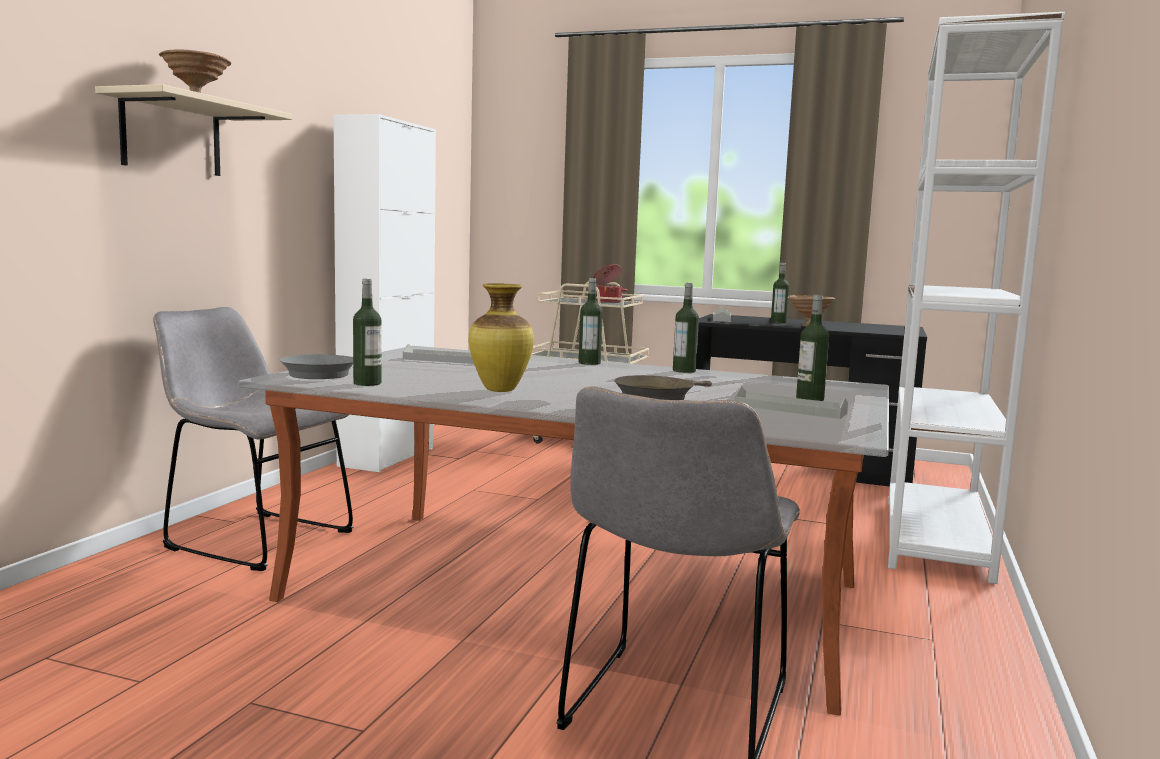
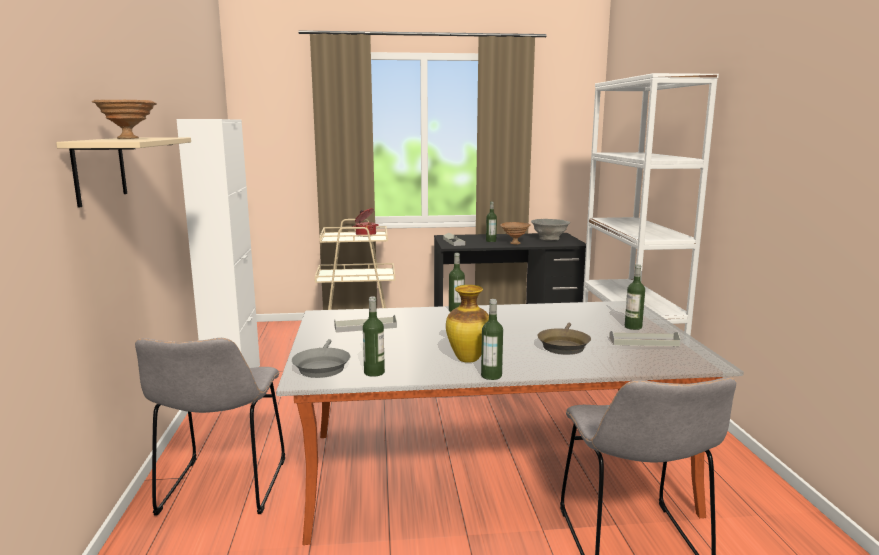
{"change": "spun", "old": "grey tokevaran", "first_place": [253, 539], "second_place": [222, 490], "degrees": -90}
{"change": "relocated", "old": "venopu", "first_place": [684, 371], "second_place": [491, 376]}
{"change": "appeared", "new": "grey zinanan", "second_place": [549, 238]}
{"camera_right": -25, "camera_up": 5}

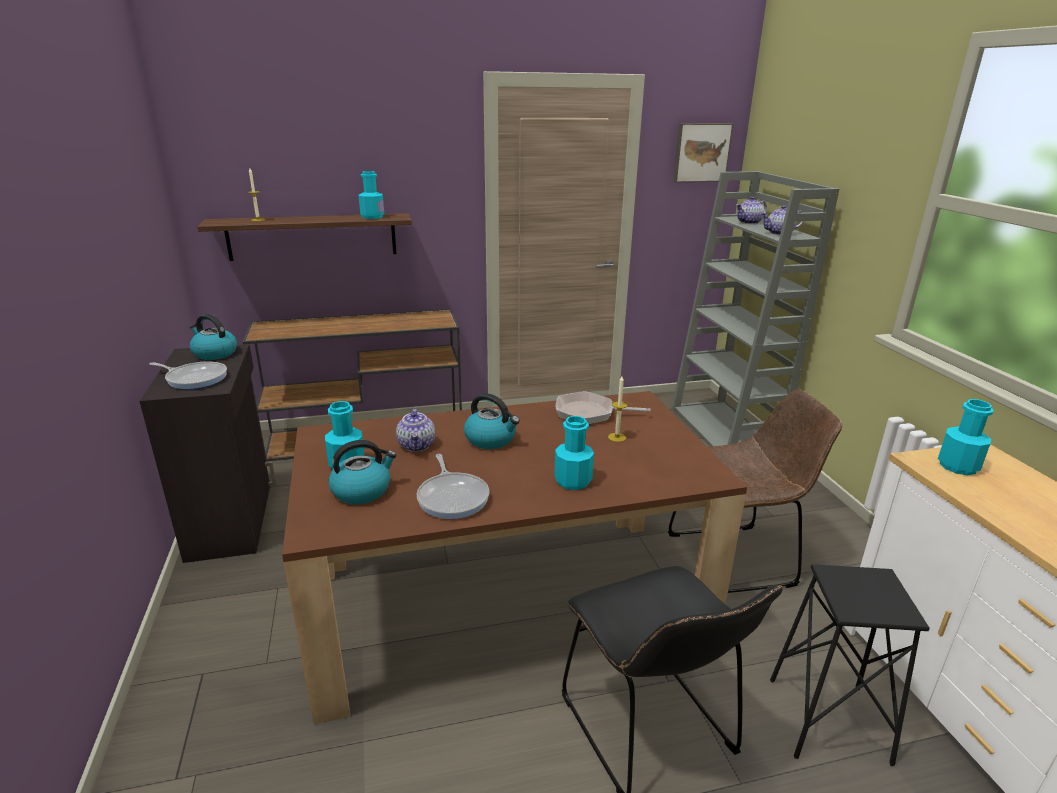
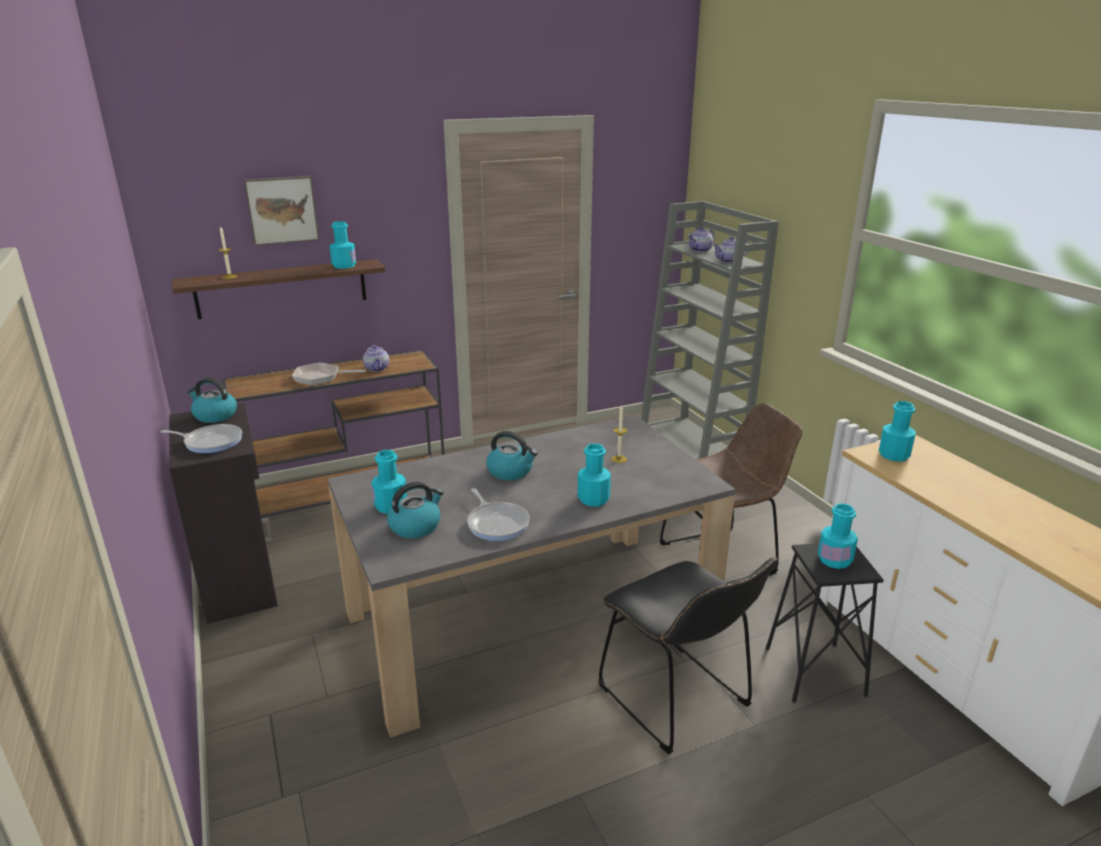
{"change": "colour", "old": "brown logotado", "new": "grey logotado", "first_place": [506, 602], "second_place": [530, 618]}
{"change": "relocated", "old": "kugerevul", "first_place": [417, 445], "second_place": [377, 368]}
{"change": "relocated", "old": "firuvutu", "first_place": [589, 413], "second_place": [320, 377]}
{"change": "relocated", "old": "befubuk", "first_place": [701, 152], "second_place": [282, 210]}
{"change": "appeared", "new": "turquoise venopu", "second_place": [834, 560]}
{"camera_right": -10, "camera_up": 0}

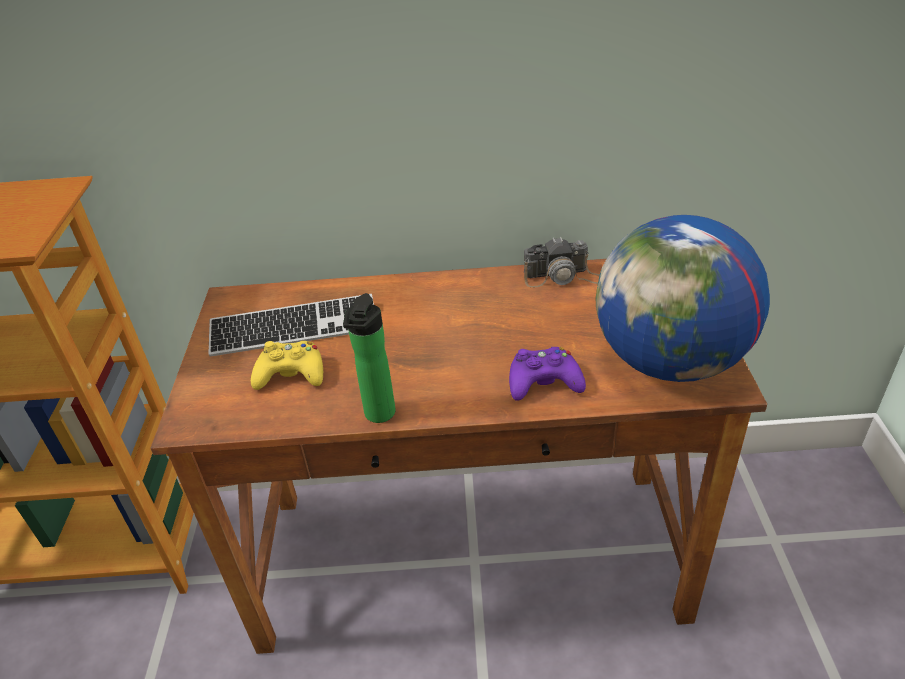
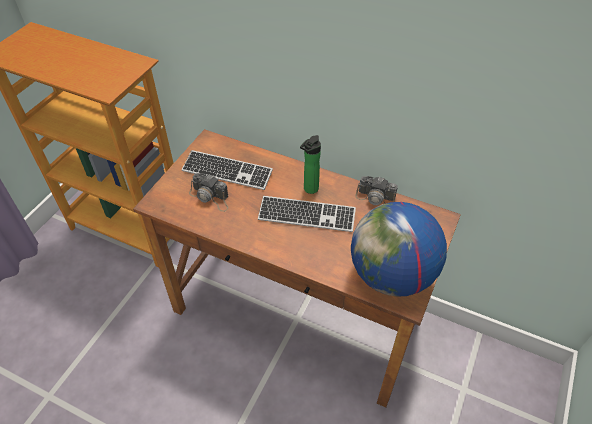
{"change": "exchanged", "old": "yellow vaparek", "new": "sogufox", "first_place": [291, 374], "second_place": [210, 197]}
{"change": "relocated", "old": "venopu", "first_place": [378, 416], "second_place": [309, 190]}
{"change": "missing", "old": "purple vaparek", "first_place": [544, 382]}
{"change": "appeared", "new": "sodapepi", "second_place": [306, 215]}
{"camera_right": 25, "camera_up": 10}

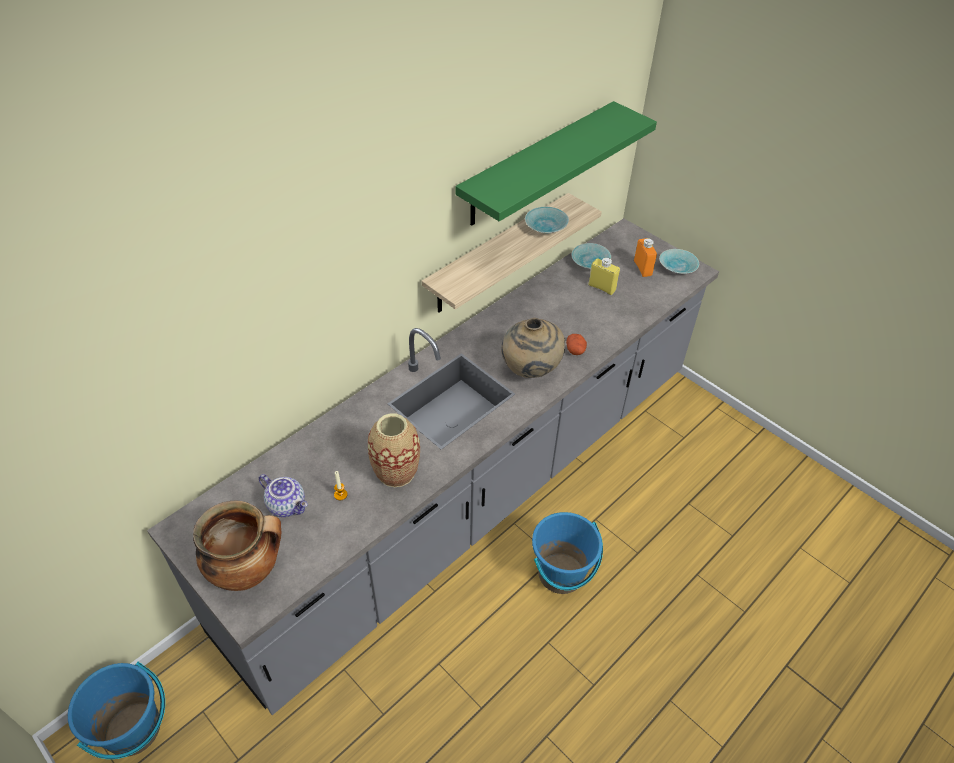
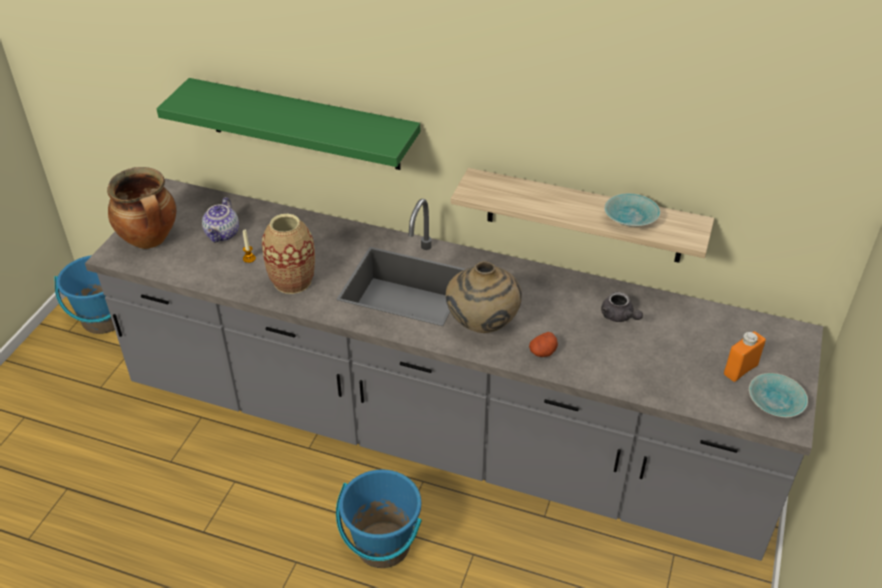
{"change": "relocated", "old": "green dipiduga", "first_place": [537, 164], "second_place": [303, 124]}
{"change": "missing", "old": "turquoise zinanan", "first_place": [591, 263]}
{"change": "missing", "old": "yellow venopu", "first_place": [602, 287]}
{"change": "appeared", "new": "grey kugerevul", "second_place": [619, 317]}
{"camera_right": 65, "camera_up": -5}

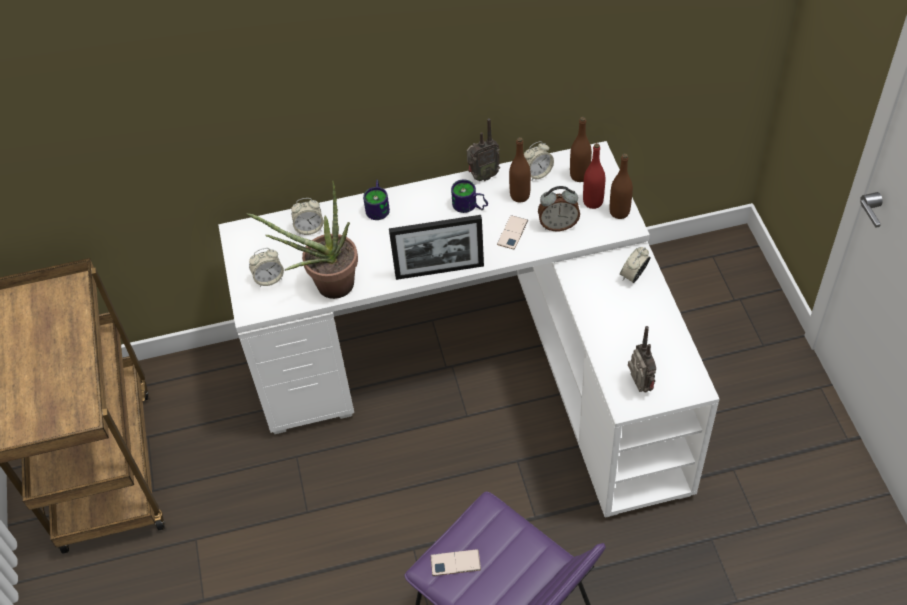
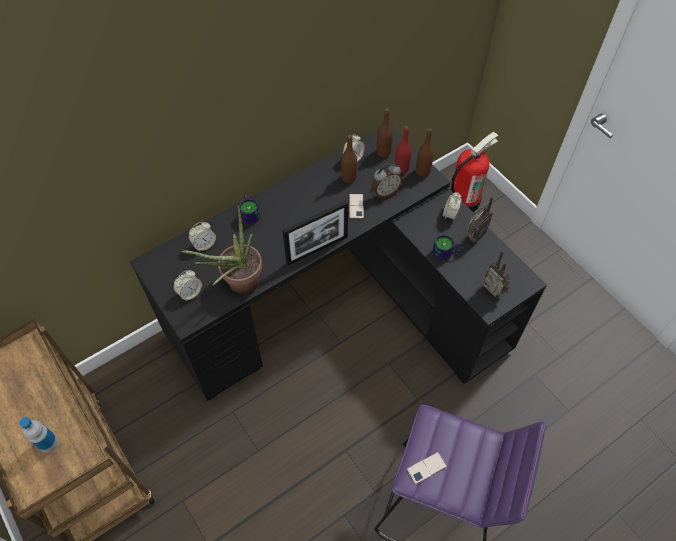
{"change": "colour", "old": "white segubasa", "new": "black segubasa", "first_place": [488, 369], "second_place": [341, 304]}
{"change": "relocated", "old": "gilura", "first_place": [469, 207], "second_place": [447, 254]}
{"change": "relocated", "old": "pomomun", "first_place": [482, 176], "second_place": [474, 237]}
{"change": "appeared", "new": "venopu", "second_place": [48, 443]}
{"change": "appeared", "new": "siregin", "second_place": [463, 200]}
{"camera_right": -25, "camera_up": 5}

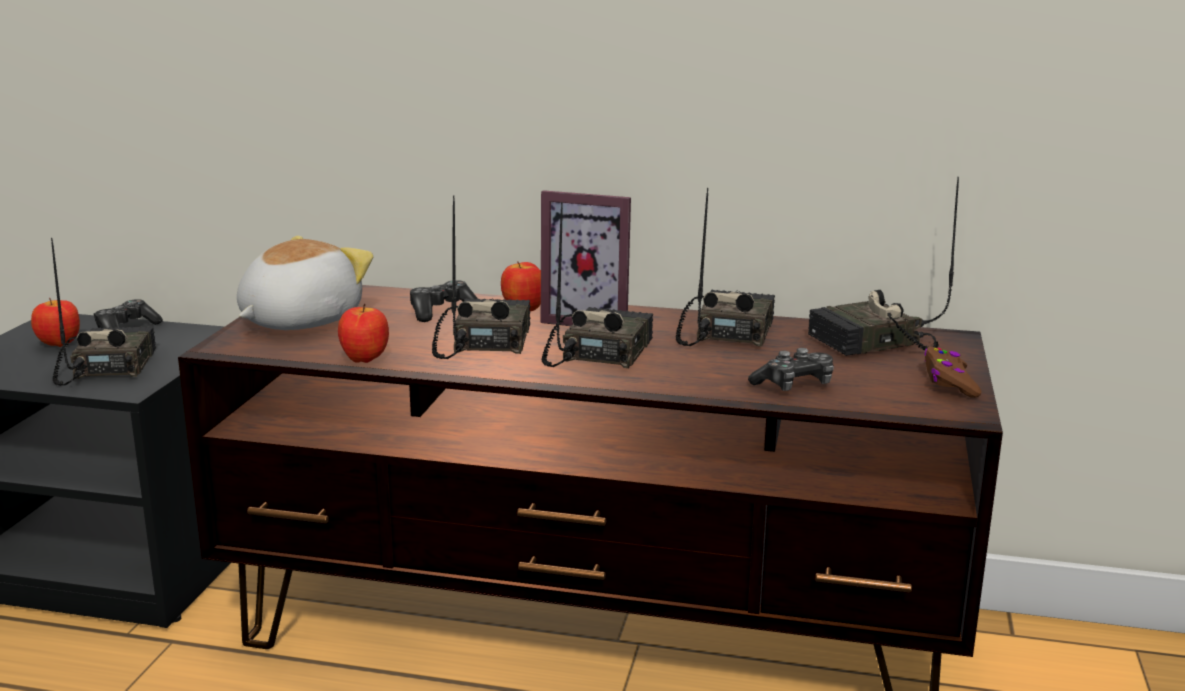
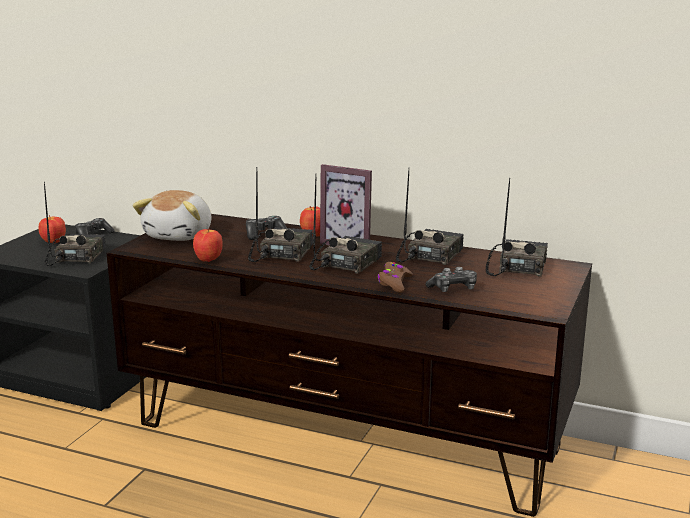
{"change": "spun", "old": "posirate", "first_place": [298, 320], "second_place": [180, 235], "degrees": 150}
{"change": "spun", "old": "pomomun", "first_place": [872, 343], "second_place": [517, 267], "degrees": 120}
{"change": "relocated", "old": "brown vaparek", "first_place": [949, 382], "second_place": [394, 283]}
{"camera_right": 10, "camera_up": 0}

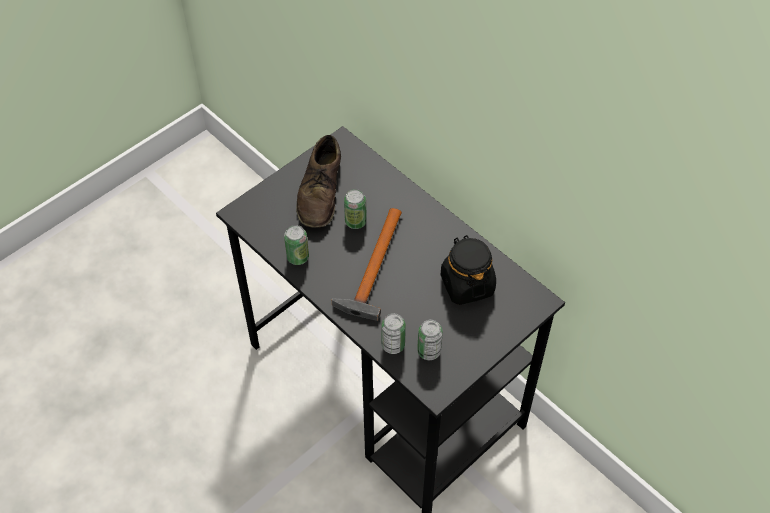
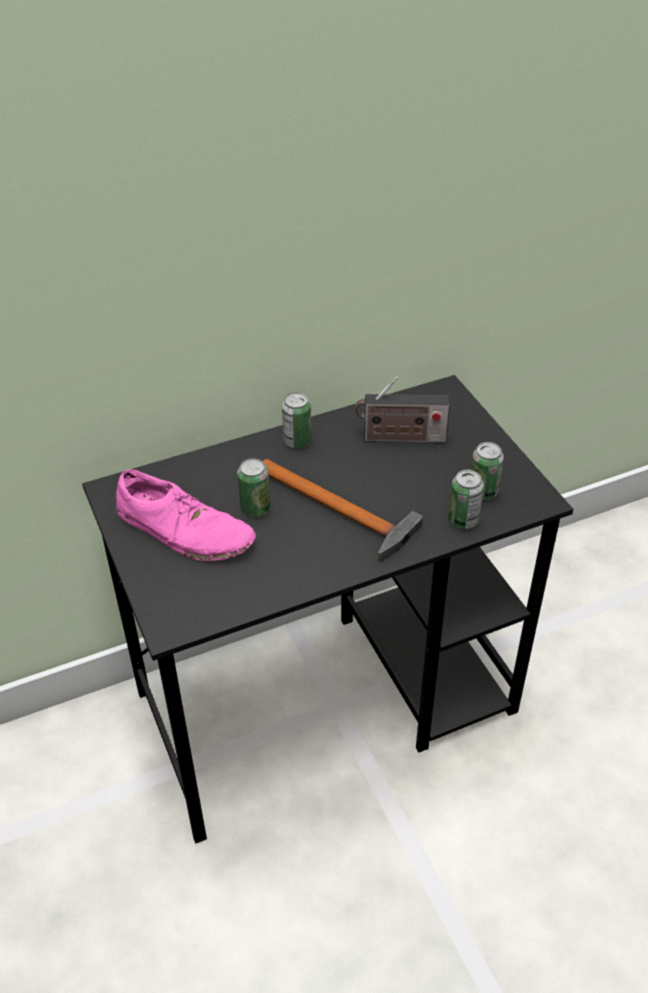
{"change": "relocated", "old": "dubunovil", "first_place": [298, 257], "second_place": [297, 441]}
{"change": "colour", "old": "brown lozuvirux", "new": "pink lozuvirux", "first_place": [320, 192], "second_place": [185, 530]}
{"change": "exchanged", "old": "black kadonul", "new": "pomomun", "first_place": [467, 284], "second_place": [400, 438]}
{"camera_right": -70, "camera_up": -10}

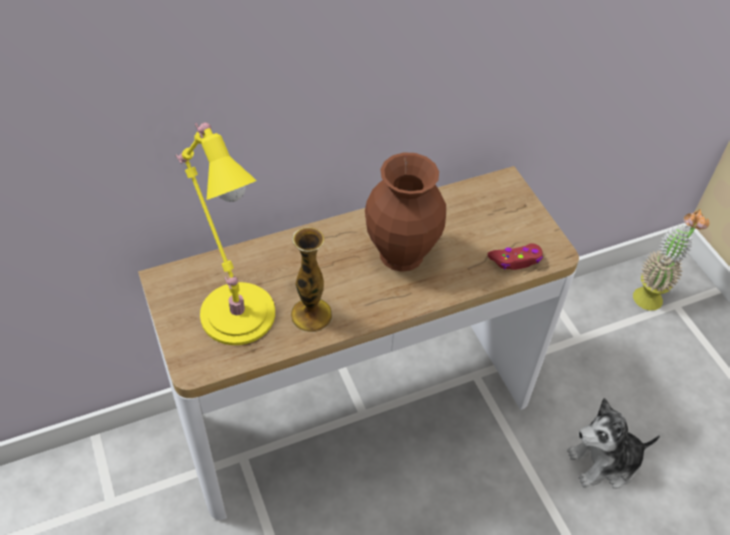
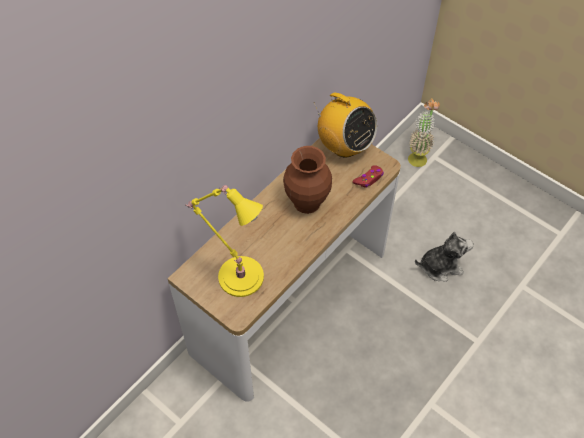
{"change": "missing", "old": "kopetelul", "first_place": [311, 315]}
{"change": "spun", "old": "posirate", "first_place": [604, 462], "second_place": [440, 266], "degrees": -150}
{"change": "appeared", "new": "pomomun", "second_place": [344, 146]}
{"camera_right": -25, "camera_up": 5}

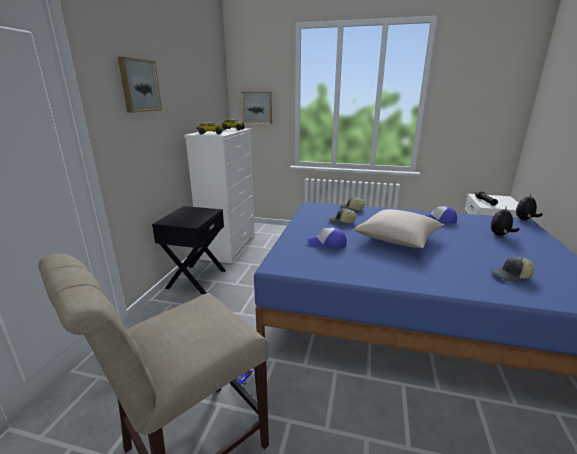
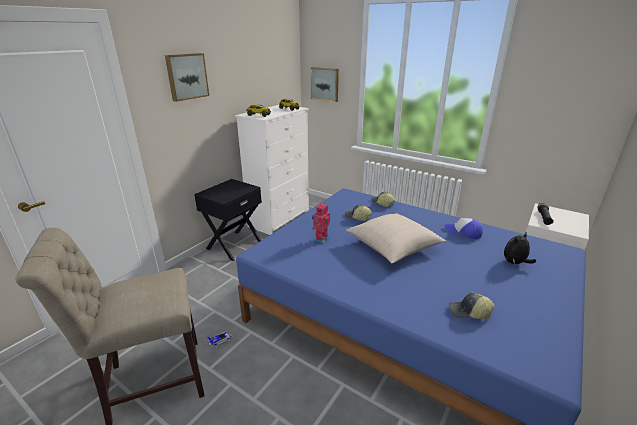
{"change": "exchanged", "old": "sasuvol", "new": "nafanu", "first_place": [327, 243], "second_place": [321, 239]}
{"change": "missing", "old": "posirate", "first_place": [524, 219]}
{"camera_right": 20, "camera_up": 5}

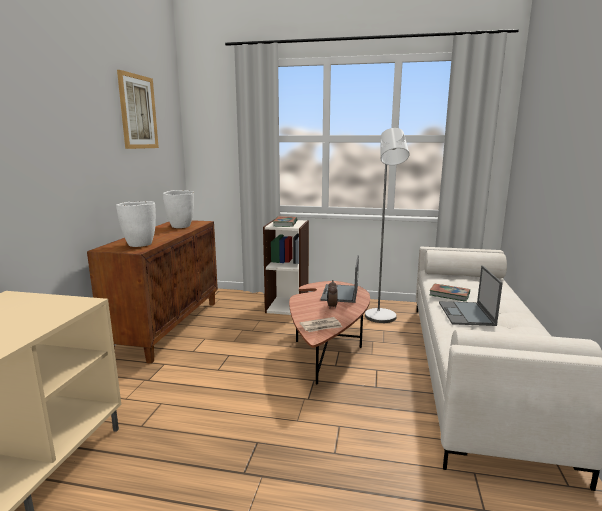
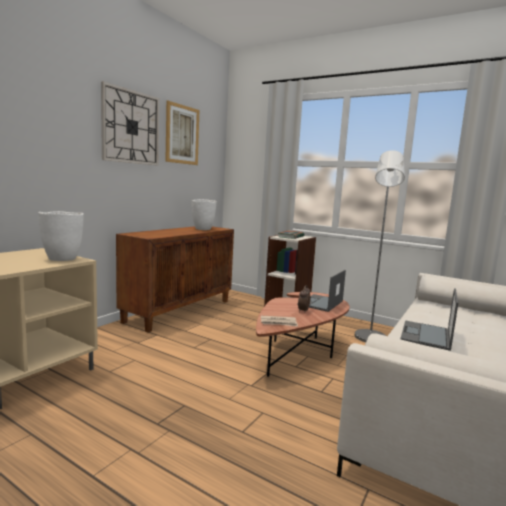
{"change": "relocated", "old": "white kopetelul", "first_place": [139, 244], "second_place": [62, 259]}
{"change": "missing", "old": "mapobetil", "first_place": [449, 295]}
{"change": "appeared", "new": "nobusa", "second_place": [131, 127]}
{"camera_right": 20, "camera_up": -5}

